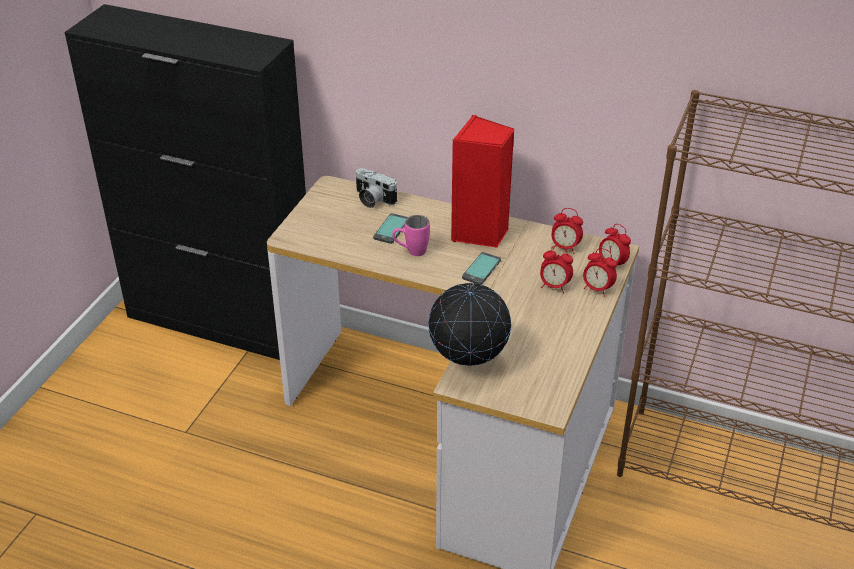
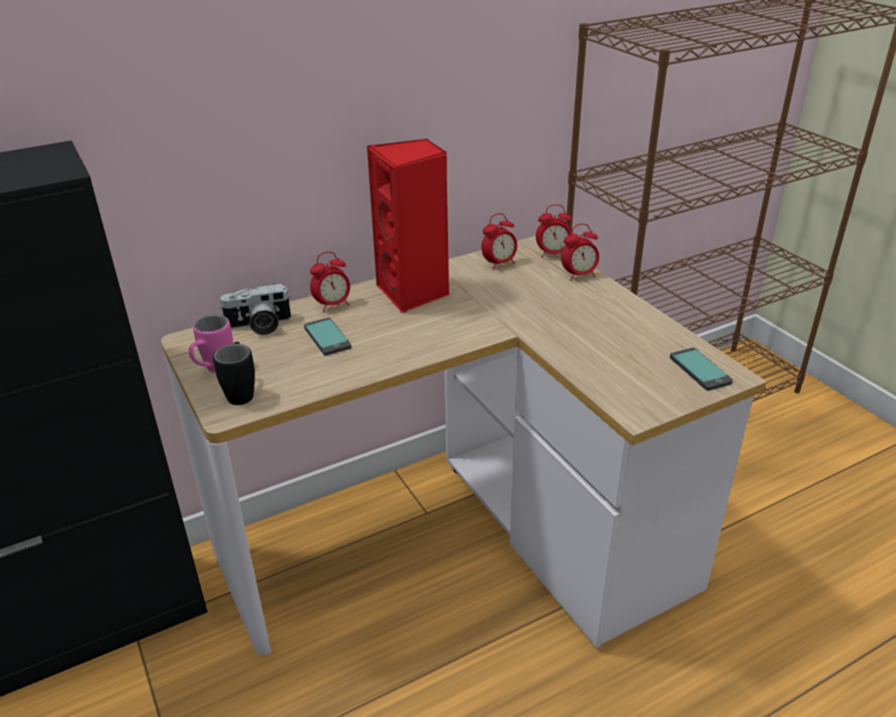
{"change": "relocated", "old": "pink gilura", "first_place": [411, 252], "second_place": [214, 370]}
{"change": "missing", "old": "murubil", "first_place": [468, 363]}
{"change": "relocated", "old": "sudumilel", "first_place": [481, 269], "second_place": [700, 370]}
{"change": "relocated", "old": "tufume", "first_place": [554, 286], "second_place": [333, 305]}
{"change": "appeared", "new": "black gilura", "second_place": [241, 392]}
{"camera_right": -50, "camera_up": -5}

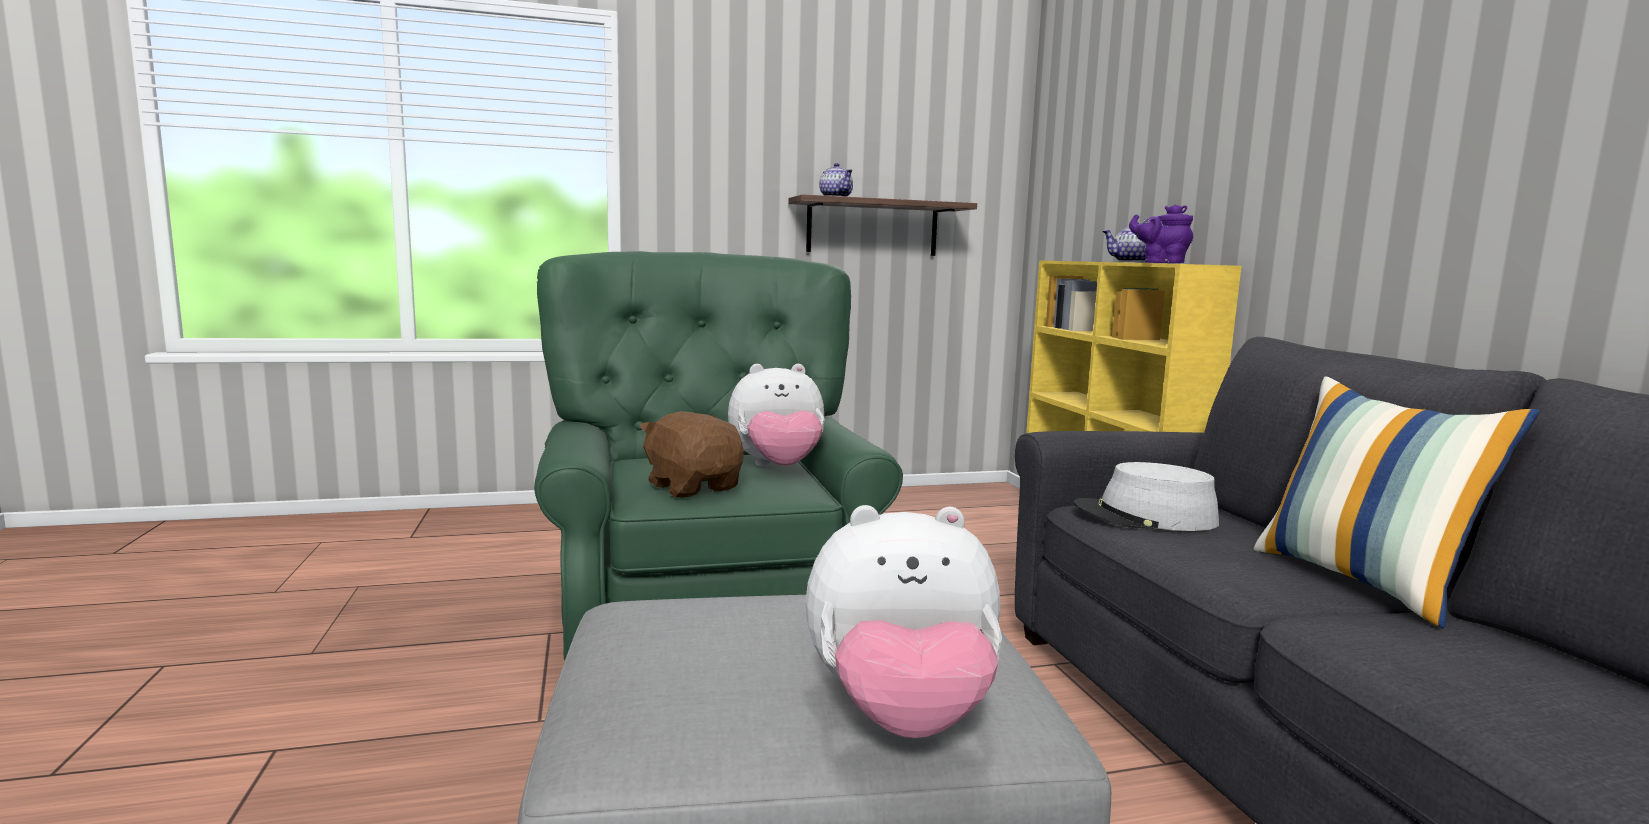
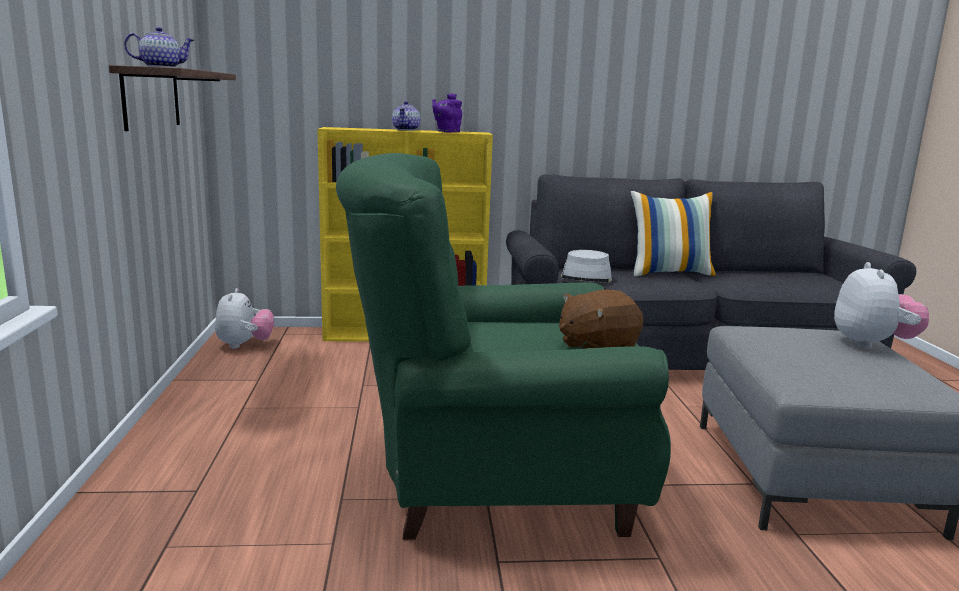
{"change": "relocated", "old": "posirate", "first_place": [777, 468], "second_place": [244, 345]}
{"camera_right": -80, "camera_up": 5}

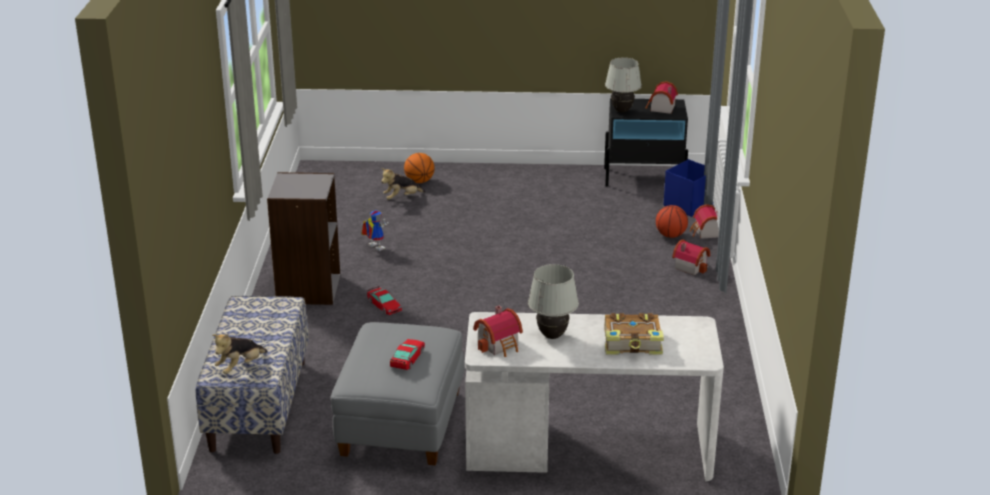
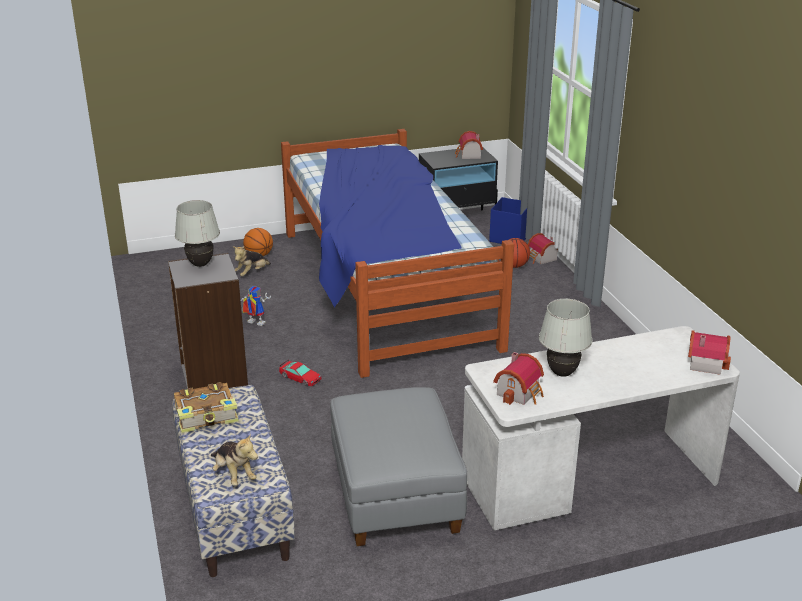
{"change": "spun", "old": "posirate", "first_place": [240, 366], "second_place": [234, 475], "degrees": -60}
{"change": "missing", "old": "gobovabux", "first_place": [407, 358]}
{"change": "relocated", "old": "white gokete", "first_place": [622, 111], "second_place": [200, 264]}
{"change": "relocated", "old": "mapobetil", "first_place": [633, 343], "second_place": [207, 415]}
{"change": "relocated", "old": "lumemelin", "first_place": [690, 266], "second_place": [704, 362]}
{"change": "appeared", "new": "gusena", "second_place": [383, 287]}
{"camera_right": -20, "camera_up": 0}

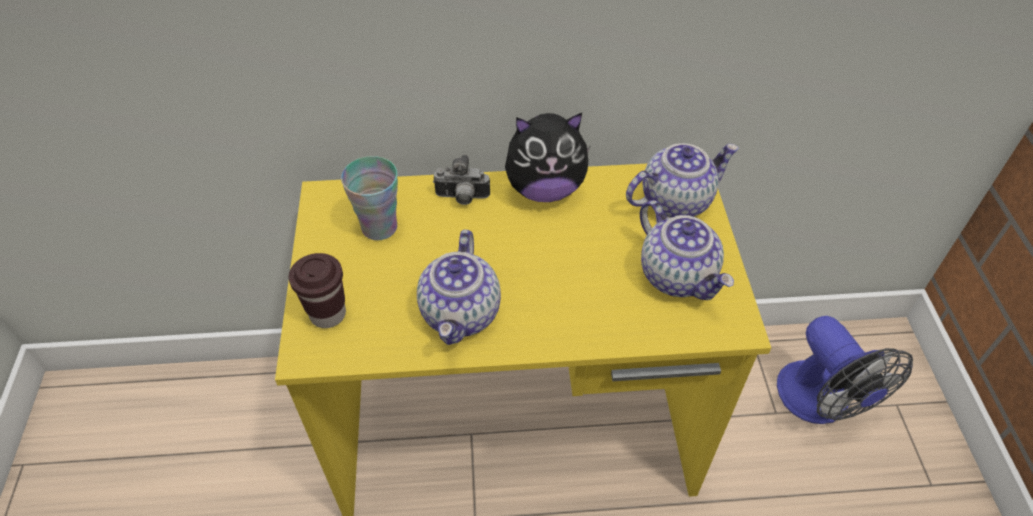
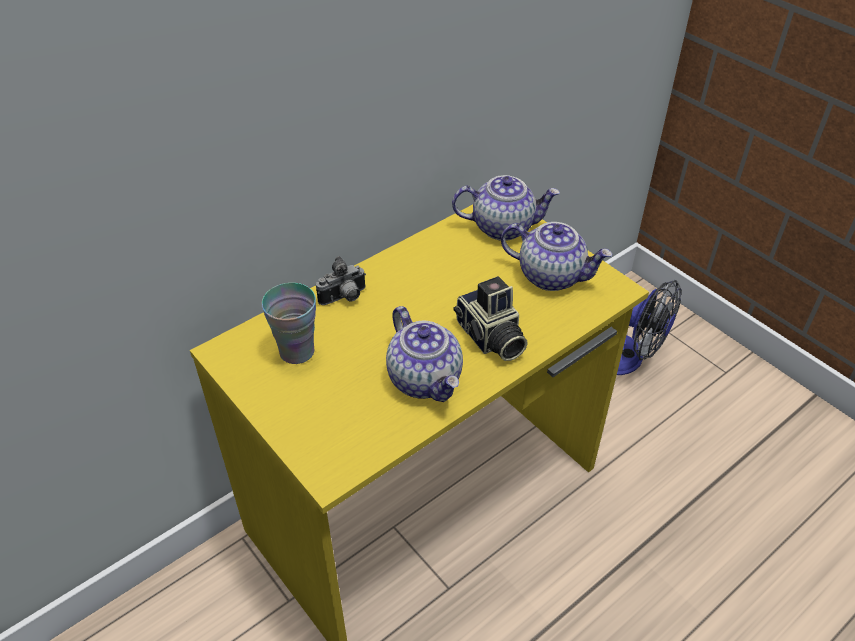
{"change": "missing", "old": "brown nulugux", "first_place": [328, 314]}
{"change": "missing", "old": "posirate", "first_place": [545, 189]}
{"change": "spun", "old": "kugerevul", "first_place": [675, 200], "second_place": [503, 227], "degrees": 60}
{"change": "appeared", "new": "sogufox", "second_place": [490, 338]}
{"camera_right": -35, "camera_up": -5}

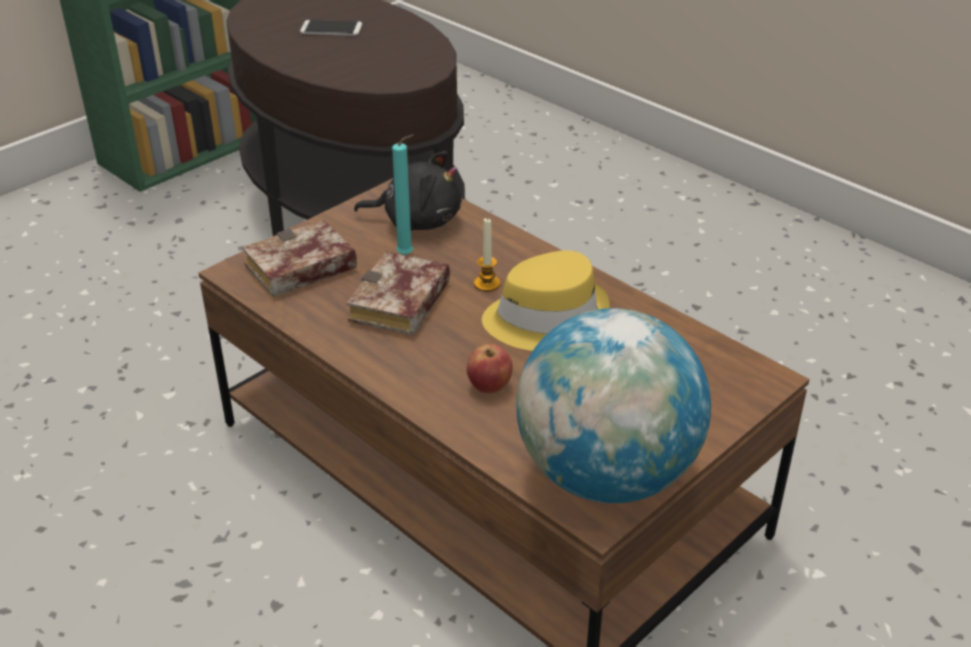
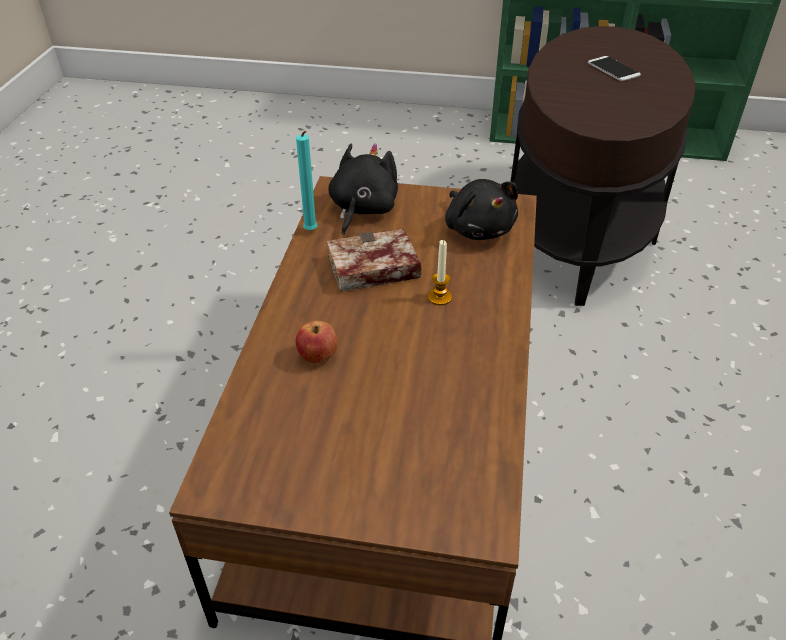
{"change": "exchanged", "old": "mapobetil", "new": "black posirate", "first_place": [298, 270], "second_place": [362, 209]}
{"change": "relocated", "old": "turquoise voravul", "first_place": [407, 255], "second_place": [311, 232]}
{"change": "missing", "old": "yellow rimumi", "first_place": [546, 318]}
{"change": "missing", "old": "murubil", "first_place": [606, 475]}
{"camera_right": 55, "camera_up": 5}

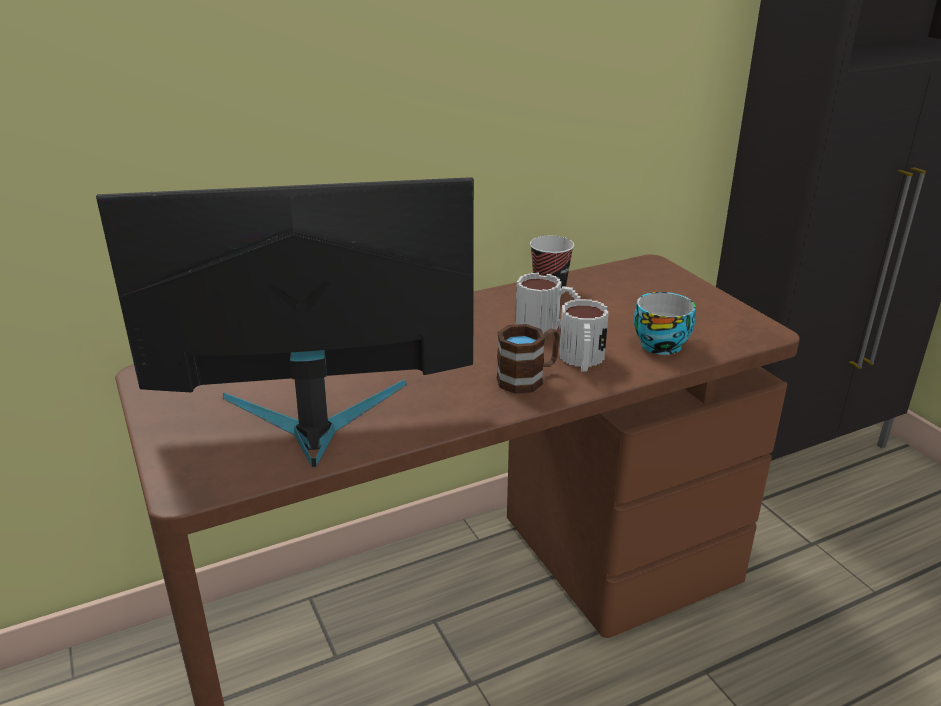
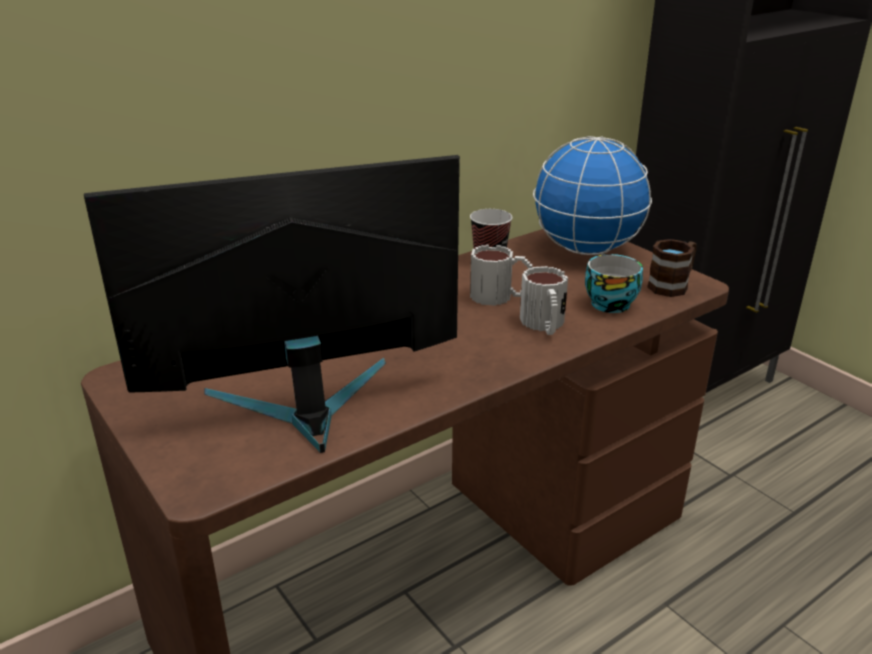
{"change": "relocated", "old": "brown gilura", "first_place": [528, 378], "second_place": [672, 285]}
{"change": "appeared", "new": "murubil", "second_place": [587, 250]}
{"camera_right": -10, "camera_up": 0}

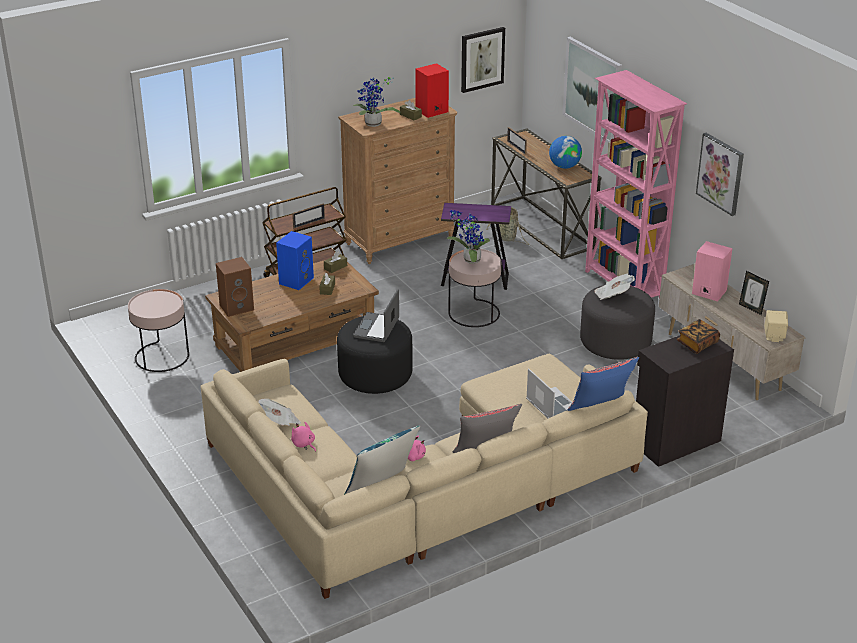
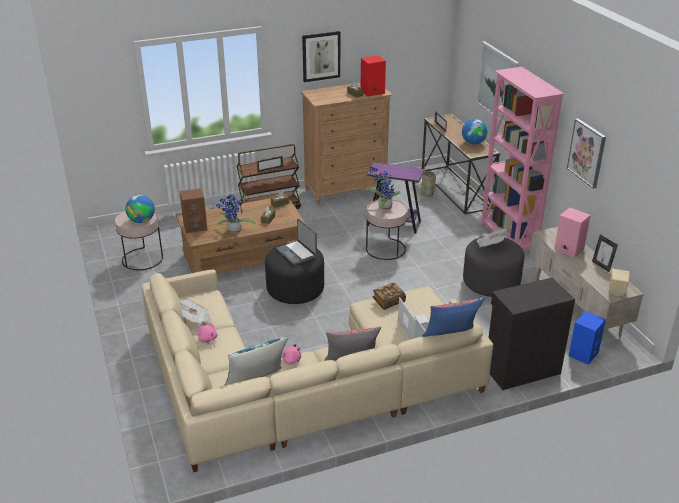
{"change": "relocated", "old": "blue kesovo", "first_place": [296, 280], "second_place": [583, 353]}
{"change": "relocated", "old": "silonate", "first_place": [373, 125], "second_place": [234, 231]}
{"change": "spun", "old": "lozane", "first_place": [377, 328], "second_place": [297, 253], "degrees": -60}
{"change": "relocated", "old": "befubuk", "first_place": [482, 59], "second_place": [321, 56]}
{"change": "relocated", "old": "mapobetil", "first_place": [697, 343], "second_place": [388, 301]}
{"change": "appeared", "new": "murubil", "second_place": [142, 221]}
{"camera_right": 10, "camera_up": 0}

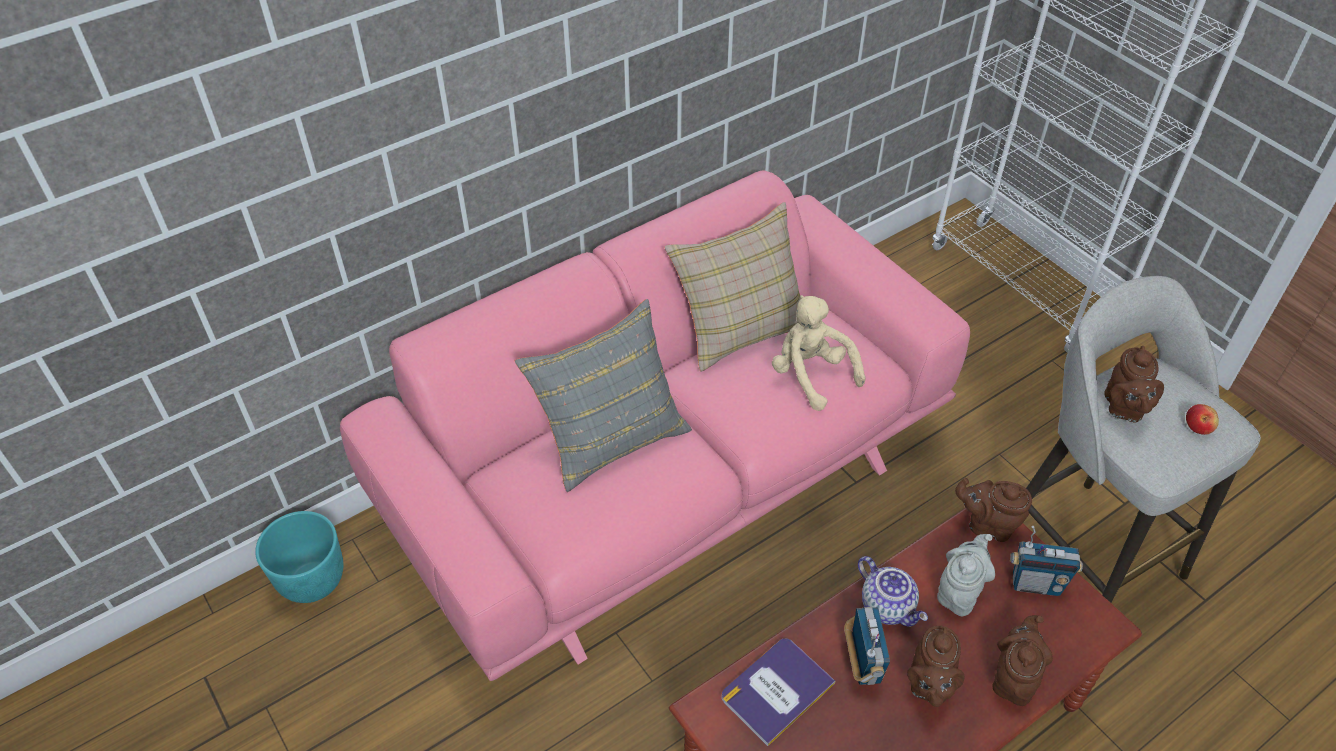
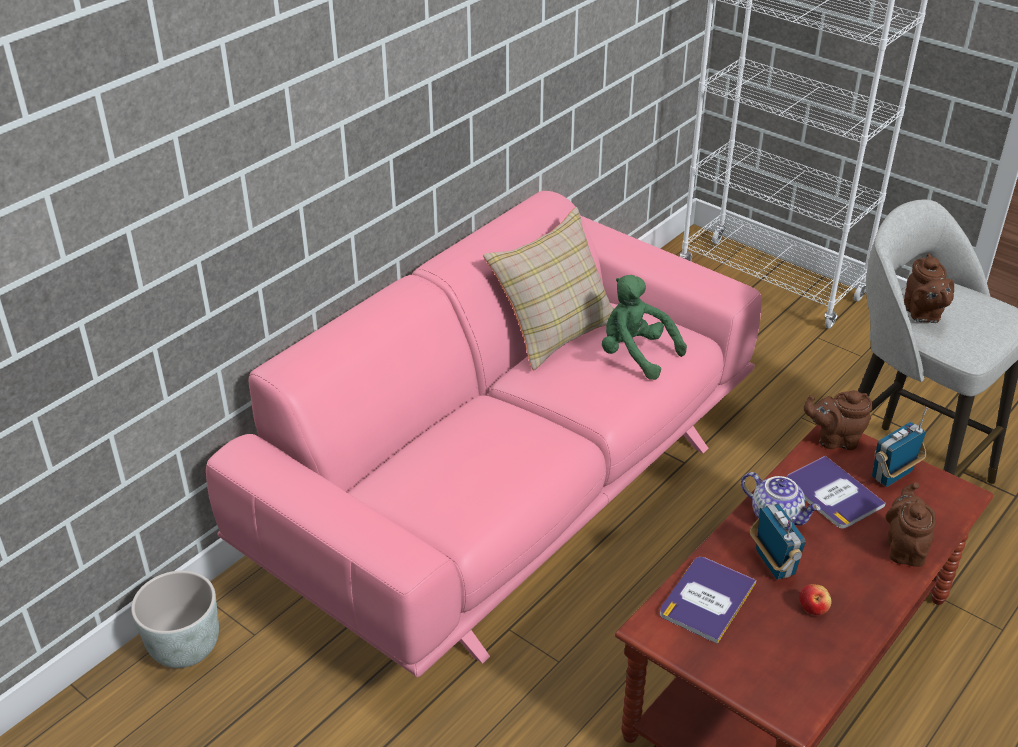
{"change": "colour", "old": "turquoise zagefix", "new": "grey zagefix", "first_place": [313, 580], "second_place": [185, 647]}
{"change": "missing", "old": "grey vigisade", "first_place": [610, 435]}
{"change": "colour", "old": "beige posirate", "new": "green posirate", "first_place": [811, 375], "second_place": [635, 354]}
{"change": "missing", "old": "brown kugerevul", "first_place": [929, 686]}
{"change": "exchanged", "old": "grey kugerevul", "new": "mapobetil", "first_place": [959, 592], "second_place": [832, 493]}
{"change": "spun", "old": "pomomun", "first_place": [1035, 584], "second_place": [892, 475], "degrees": 150}
{"change": "relocated", "old": "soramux", "first_place": [1198, 426], "second_place": [813, 607]}
{"camera_right": -15, "camera_up": -10}

